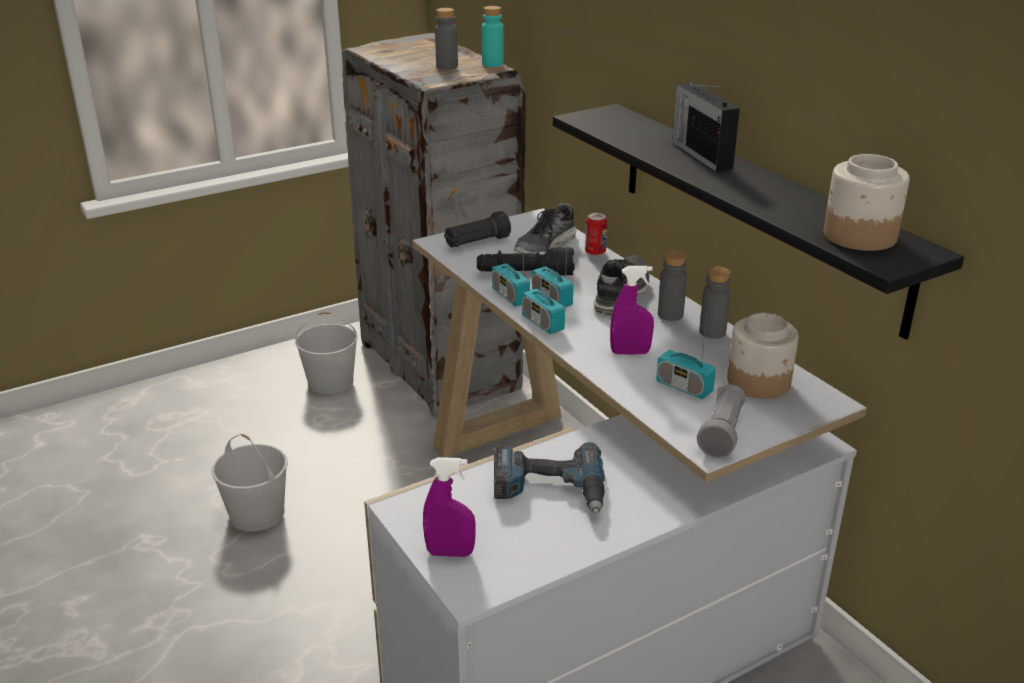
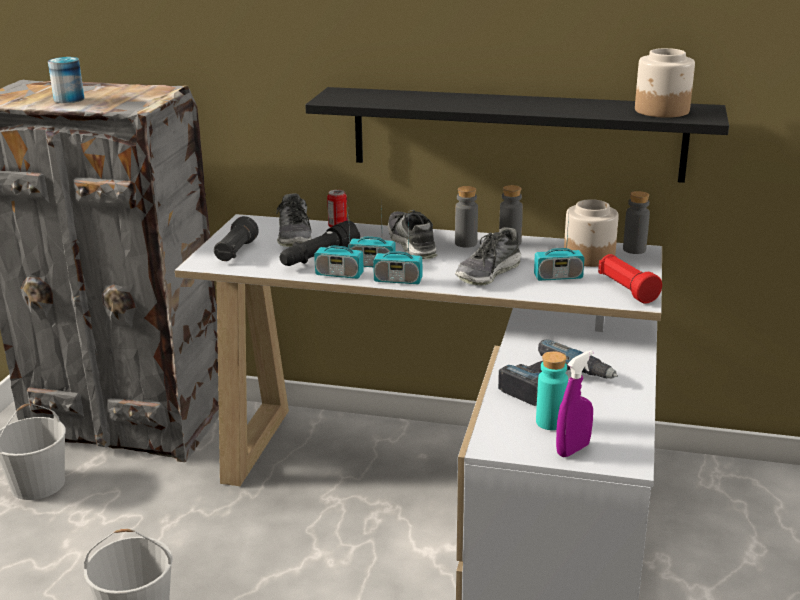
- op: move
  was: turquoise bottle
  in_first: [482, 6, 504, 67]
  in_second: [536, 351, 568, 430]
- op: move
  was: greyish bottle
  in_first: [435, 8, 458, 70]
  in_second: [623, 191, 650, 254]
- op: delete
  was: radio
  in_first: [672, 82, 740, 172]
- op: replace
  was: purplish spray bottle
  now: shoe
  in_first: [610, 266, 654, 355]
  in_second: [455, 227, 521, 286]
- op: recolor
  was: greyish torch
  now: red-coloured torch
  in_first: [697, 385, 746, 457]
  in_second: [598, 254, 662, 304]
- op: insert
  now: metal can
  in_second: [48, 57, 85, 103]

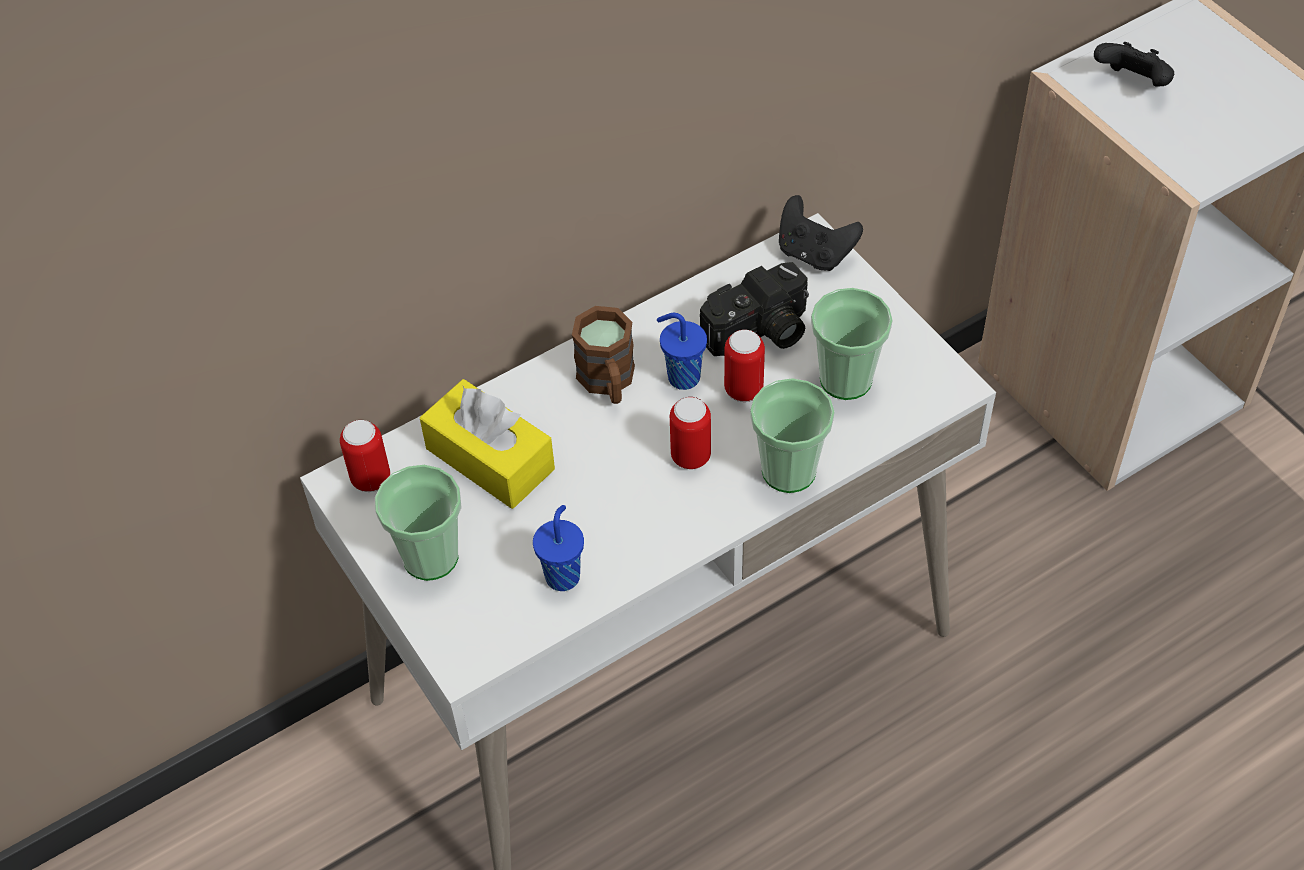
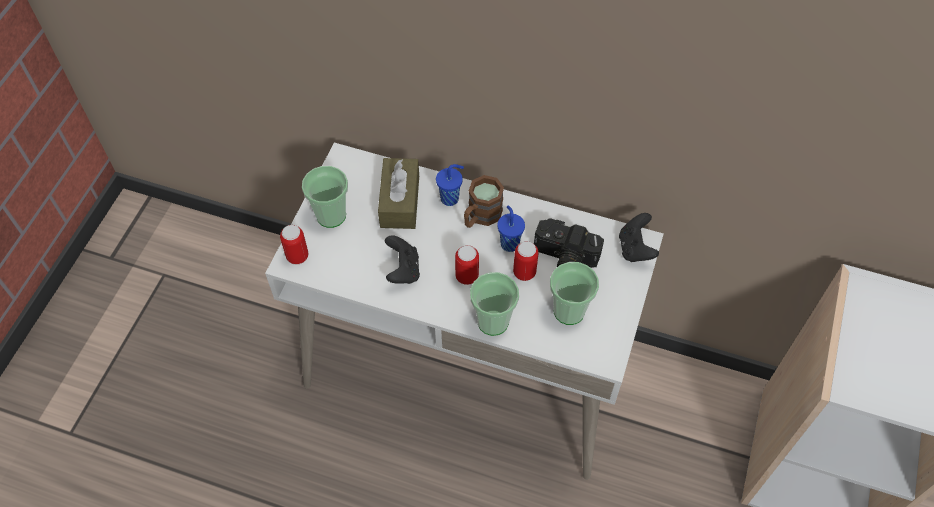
- op: move
  was: black-coloured game controller
  in_first: [1094, 42, 1174, 87]
  in_second: [385, 235, 420, 284]
- op: recolor
  was: yellow-coloured tissue holder
  now: brownish tissue holder
  in_first: [420, 379, 555, 509]
  in_second: [378, 158, 419, 229]
- op: move
  was: metal can
  in_first: [340, 420, 390, 492]
  in_second: [280, 225, 308, 265]
- op: move
  was: blue-coloured small cup
  in_first: [533, 505, 584, 591]
  in_second: [436, 164, 464, 206]

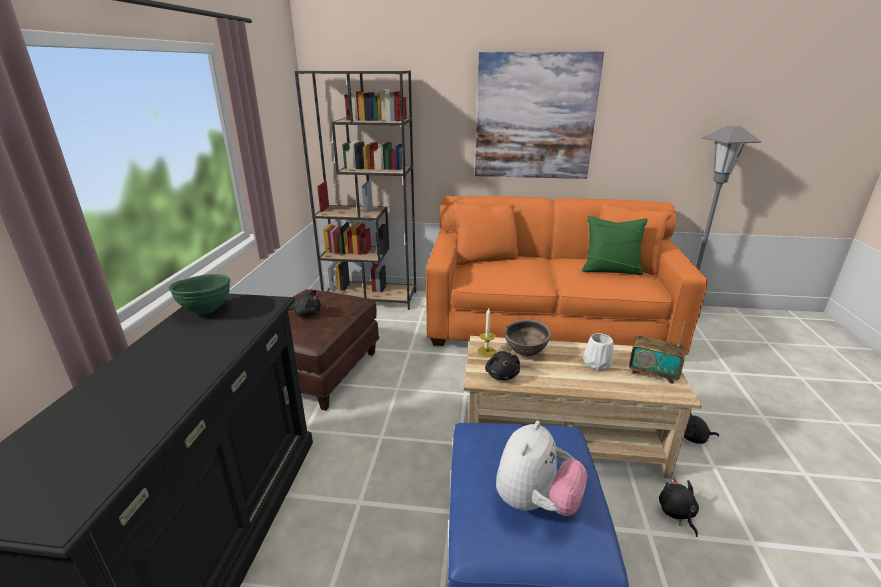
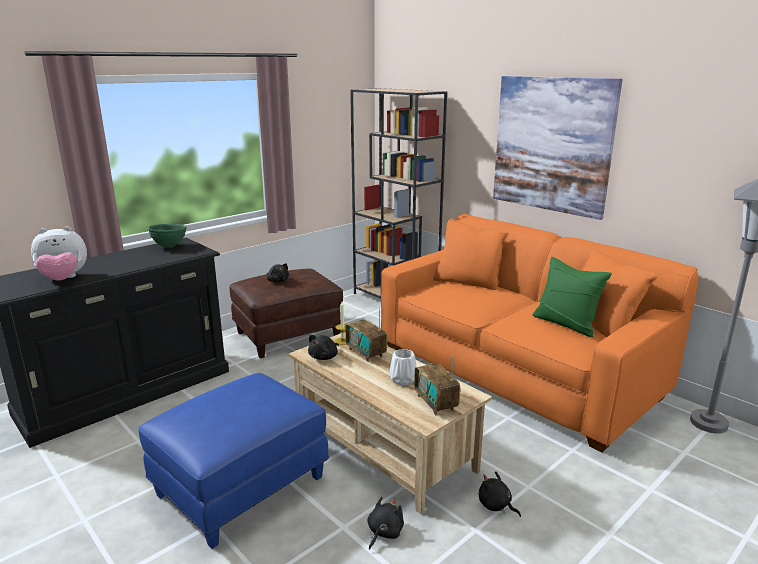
- op: replace
  was: brownish deep dish
  now: radio
  in_first: [504, 319, 551, 356]
  in_second: [346, 309, 387, 362]
- op: move
  was: plush toy
  in_first: [496, 421, 587, 516]
  in_second: [31, 226, 87, 280]

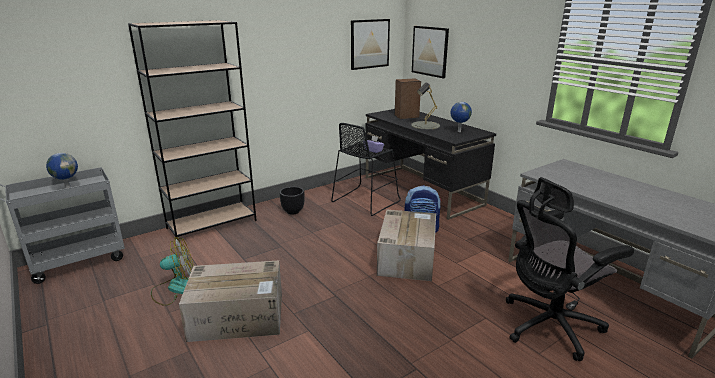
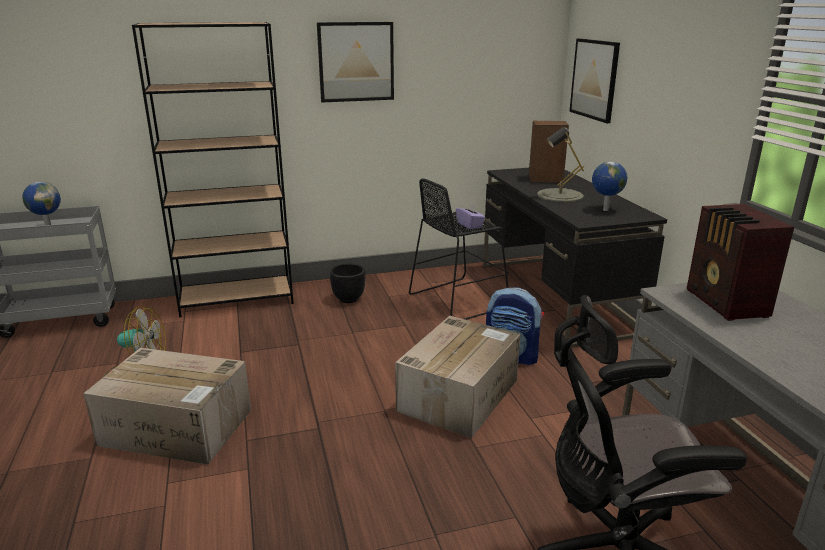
- op: move
  was: wall picture
  in_first: [351, 19, 390, 70]
  in_second: [317, 22, 394, 102]
- op: insert
  now: radio
  in_second: [687, 204, 794, 321]

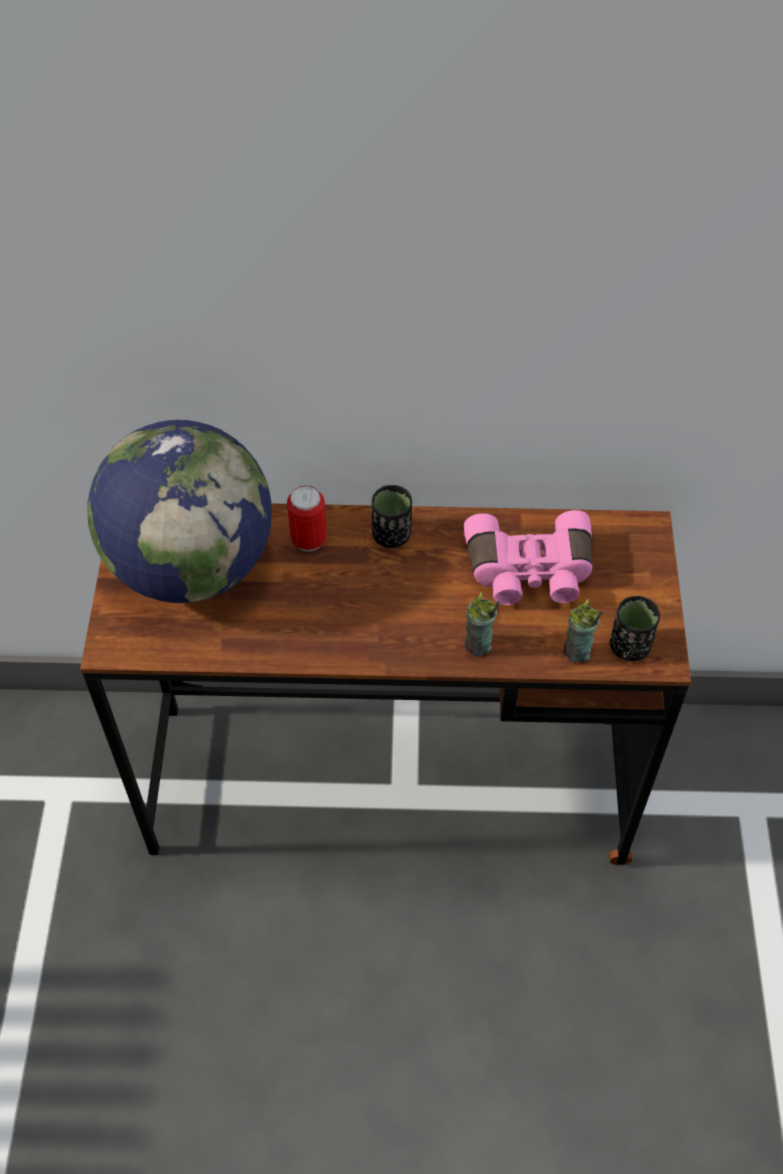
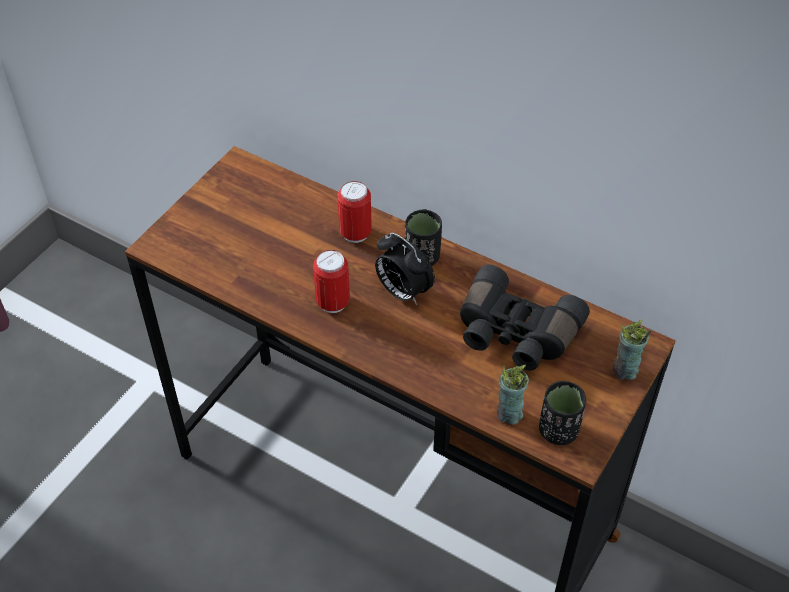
- op: delete
  was: world globe
  in_first: [87, 420, 272, 603]
- op: recolor
  was: pink-coloured field glasses
  now: black-coloured field glasses
  in_first: [464, 510, 592, 605]
  in_second: [460, 264, 590, 371]
- op: move
  was: small cup
  in_first: [465, 592, 500, 656]
  in_second: [613, 320, 652, 380]
- op: insert
  now: alarm clock
  in_second: [375, 233, 435, 305]
- op: insert
  now: metal can
  in_second: [313, 250, 350, 313]

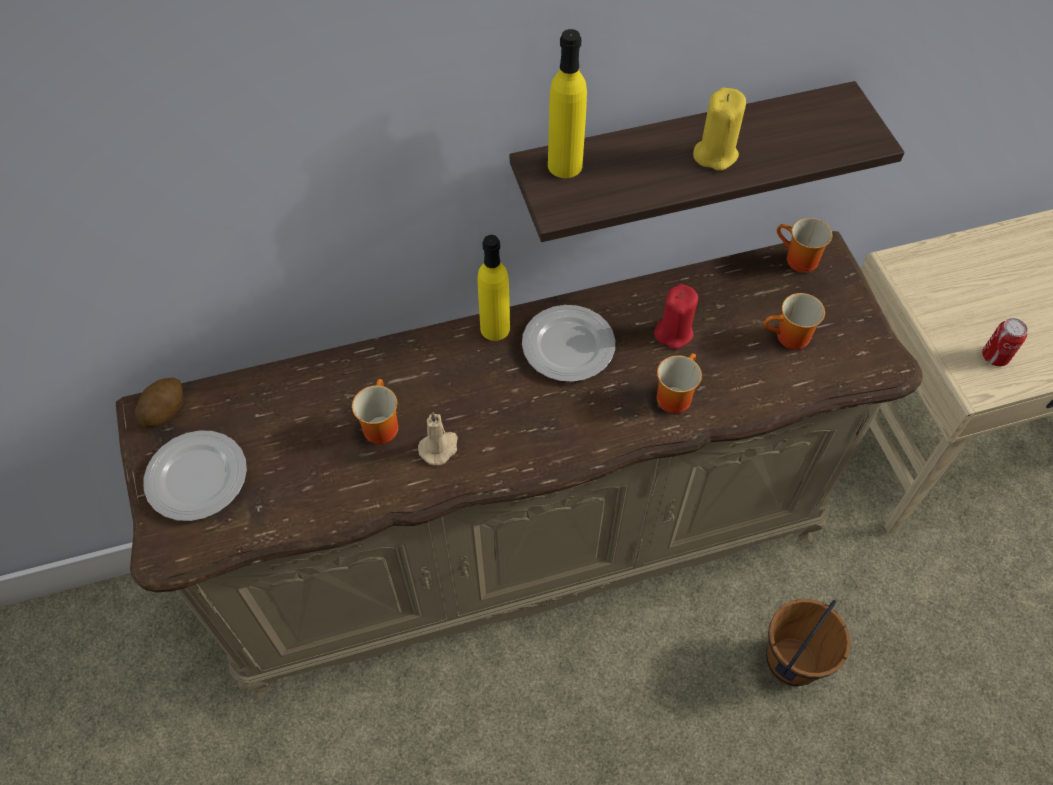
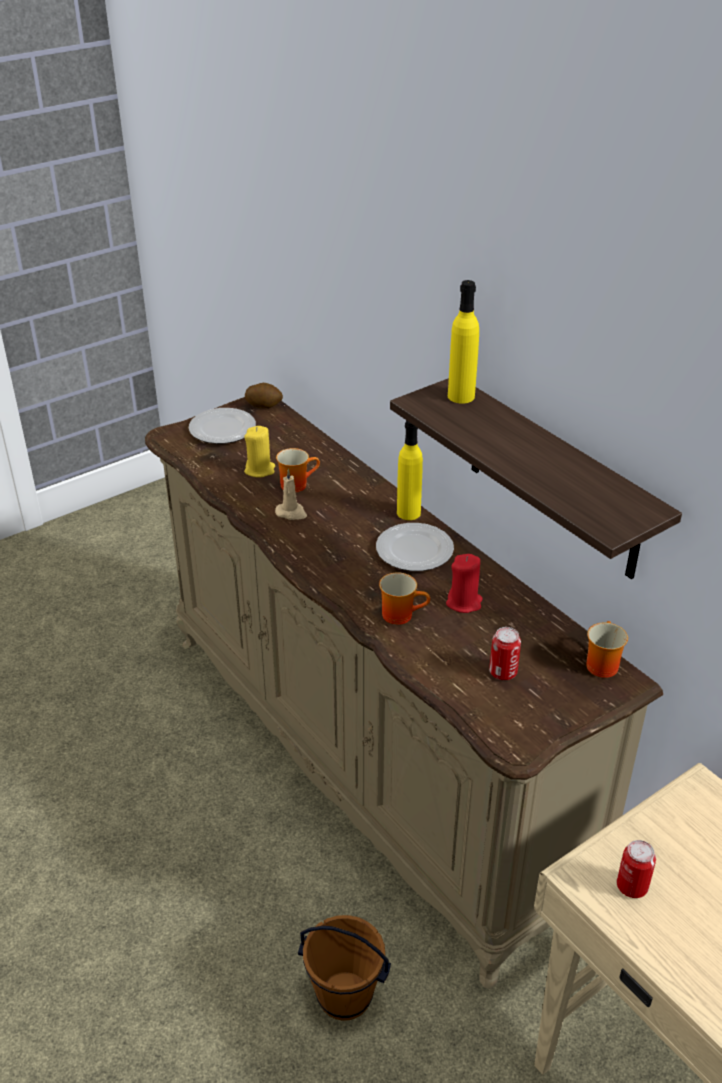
- op: move
  was: yellow-coloured wax candle
  in_first: [693, 88, 746, 171]
  in_second: [244, 426, 275, 478]
- op: replace
  was: coffee mug
  now: metal can
  in_first: [764, 293, 825, 350]
  in_second: [489, 627, 521, 680]

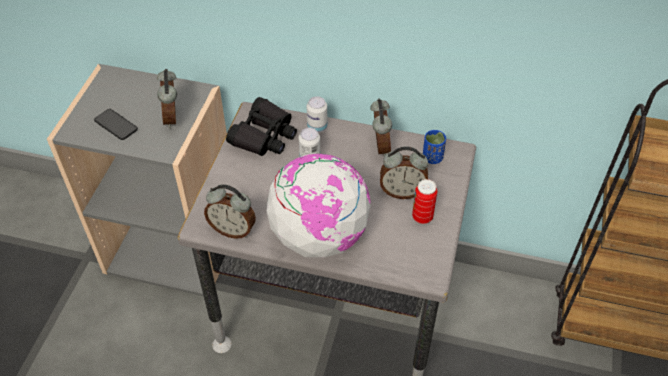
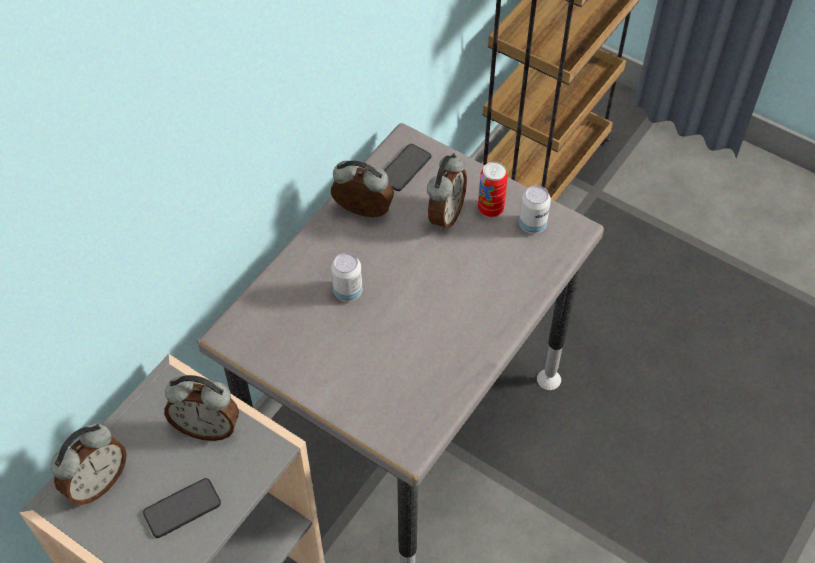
- op: move
  was: metal can
  in_first: [307, 96, 327, 133]
  in_second: [519, 185, 551, 234]
- op: delete
  was: black-coloured field glasses
  in_first: [226, 97, 297, 156]
- op: replace
  was: blue-coloured small cup
  now: phone
  in_first: [423, 130, 446, 164]
  in_second: [384, 144, 431, 191]
- op: delete
  was: world globe
  in_first: [267, 154, 370, 258]
- op: move
  was: alarm clock
  in_first: [204, 184, 256, 239]
  in_second: [50, 423, 127, 505]

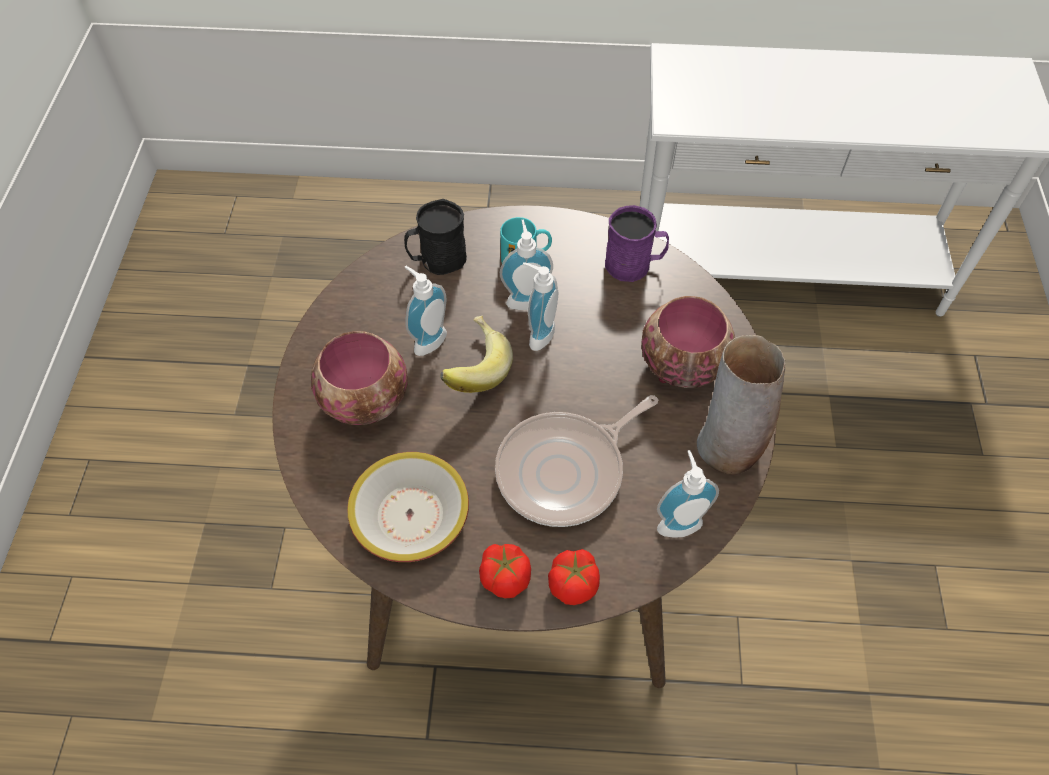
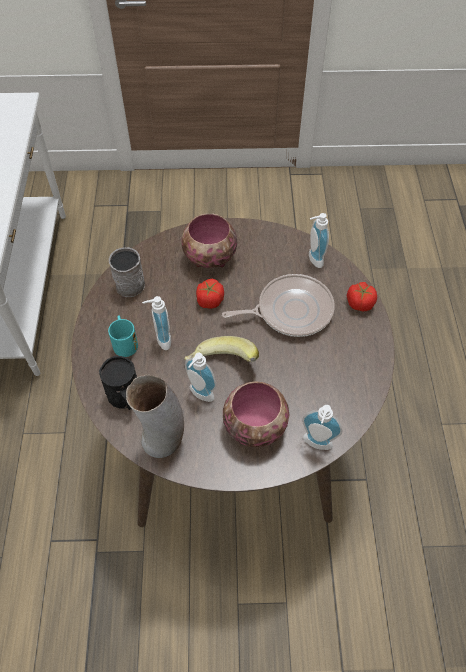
- op: recolor
  was: purplish coffee mug
  now: greyish coffee mug
  in_first: [605, 205, 669, 282]
  in_second: [109, 247, 145, 297]
- op: move
  was: soap bottle
  in_first: [523, 262, 558, 351]
  in_second: [302, 405, 342, 450]
- op: move
  was: flower vase
  in_first: [697, 335, 785, 475]
  in_second: [126, 375, 184, 458]
- op: rotate
  was: pan
  in_first: [495, 395, 658, 527]
  in_second: [222, 274, 335, 337]
  clockwise: -60
- op: delete
  was: deep dish
  in_first: [347, 452, 469, 562]
- op: move
  was: fresh tomato
  in_first: [479, 544, 531, 598]
  in_second: [196, 279, 224, 309]

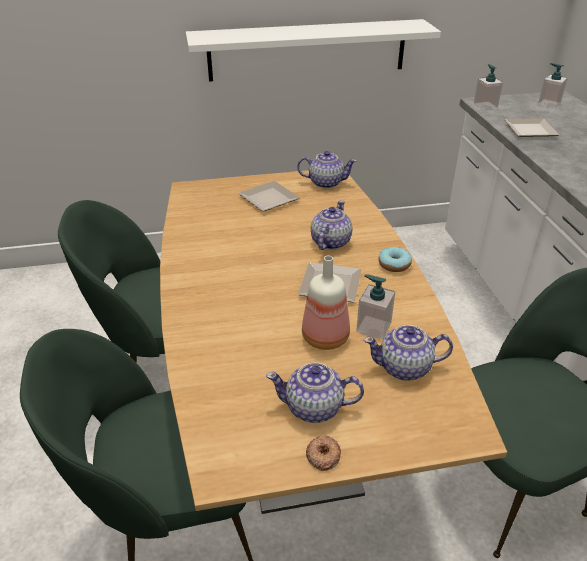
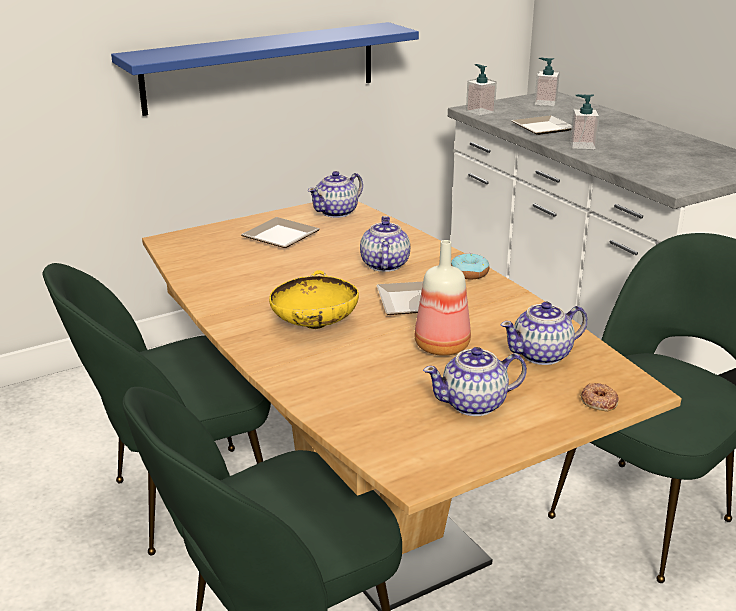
- op: recolor
  was: white bracket shelf
  now: blue-coloured bracket shelf
  in_first: [186, 19, 441, 82]
  in_second: [111, 22, 419, 116]
- op: rotate
  was: tea pot
  in_first: [297, 151, 357, 189]
  in_second: [308, 171, 363, 218]
  clockwise: 150
- op: move
  was: soap bottle
  in_first: [356, 274, 395, 340]
  in_second: [570, 94, 600, 149]
- op: move
  was: ring doughnut
  in_first: [306, 435, 341, 471]
  in_second: [580, 383, 619, 411]
- op: insert
  now: yellow-coloured deep dish
  in_second: [269, 270, 359, 329]

